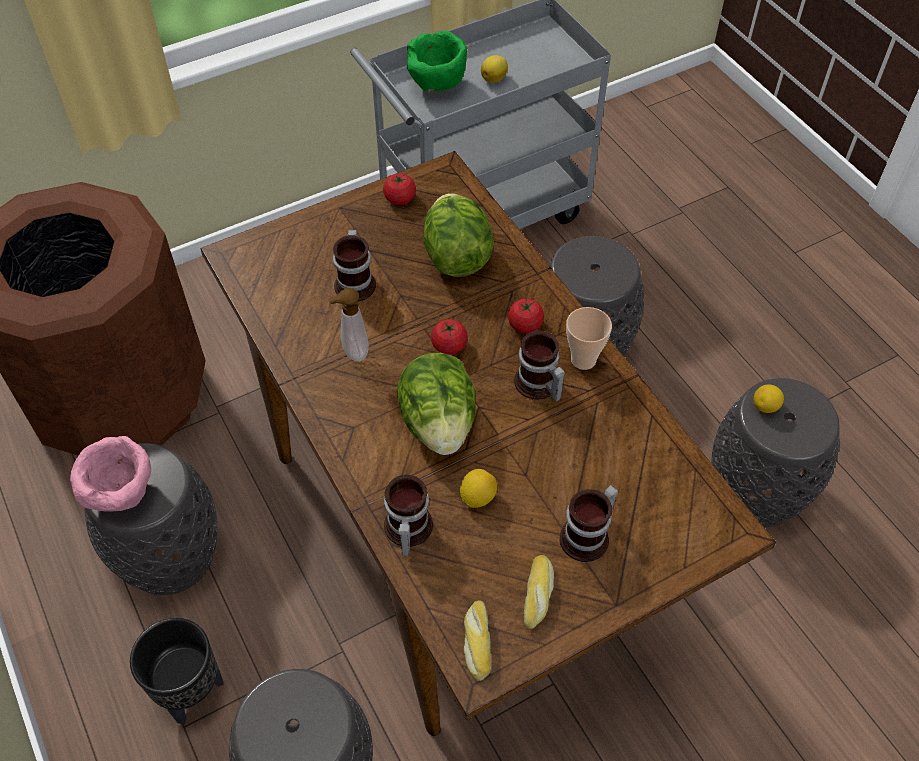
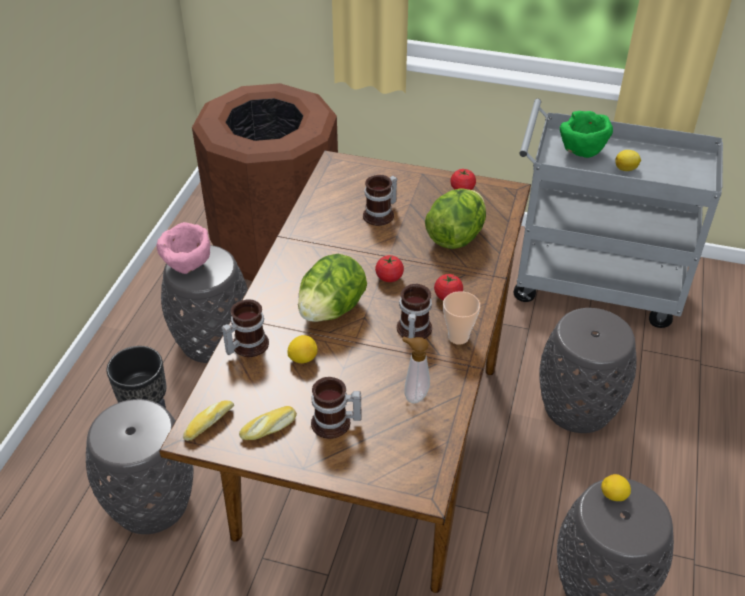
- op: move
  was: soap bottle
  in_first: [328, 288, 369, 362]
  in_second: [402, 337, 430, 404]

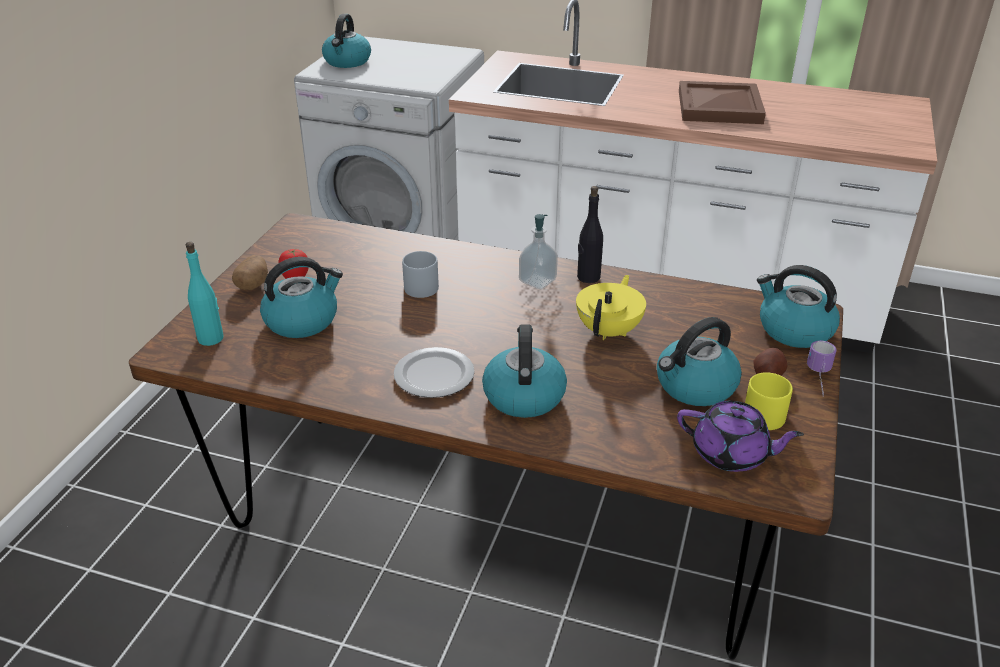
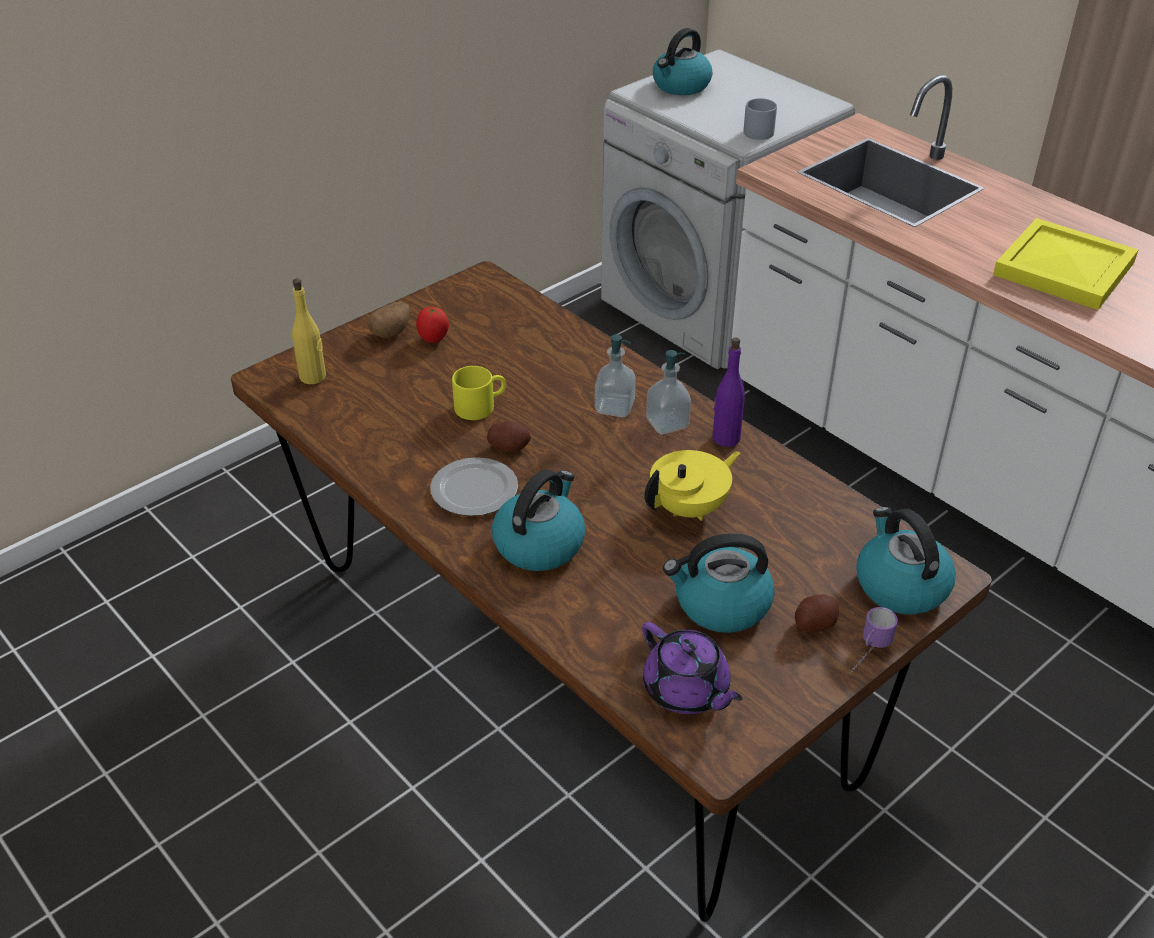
- op: recolor
  was: brownish serving tray
  now: yellow-coloured serving tray
  in_first: [679, 81, 766, 124]
  in_second: [993, 218, 1139, 310]
- op: recolor
  was: black-coloured bottle
  now: purplish bottle
  in_first: [577, 186, 603, 283]
  in_second: [713, 337, 745, 447]
- op: recolor
  was: turquoise bottle
  now: yellow-coloured bottle
  in_first: [186, 242, 223, 346]
  in_second: [292, 278, 326, 384]
- op: move
  was: greyish coffee mug
  in_first: [402, 251, 439, 298]
  in_second: [743, 98, 777, 140]
- op: delete
  was: water kettle
  in_first: [260, 257, 343, 338]
- op: move
  was: yellow-coloured coffee mug
  in_first: [745, 372, 793, 430]
  in_second: [452, 366, 506, 420]
- op: insert
  now: soap bottle
  in_second: [595, 334, 636, 417]
- op: insert
  now: potato
  in_second: [487, 421, 531, 452]

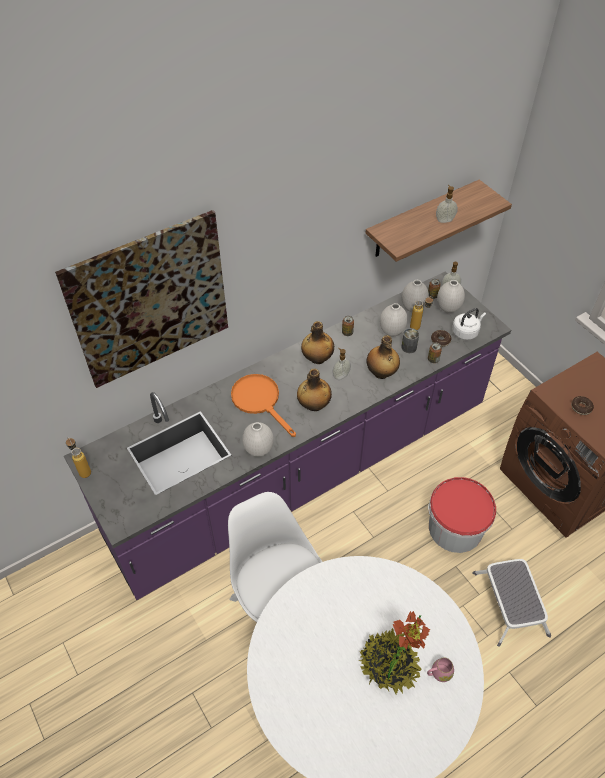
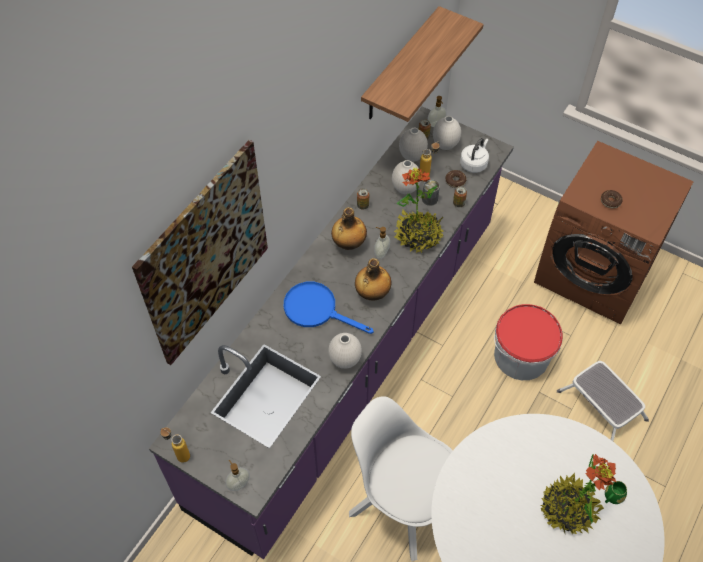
- op: move
  was: soap bottle
  in_first: [436, 185, 458, 223]
  in_second: [225, 460, 250, 491]
- op: replace
  was: bottle
  now: potted plant
  in_first: [367, 335, 400, 379]
  in_second: [394, 168, 443, 253]
- op: recolor
  was: orangey pan
  now: blue-coloured pan
  in_first: [231, 374, 296, 437]
  in_second: [284, 282, 374, 334]
- op: recolor
  was: pink-coloured coffee mug
  now: greenish coffee mug
  in_first: [427, 657, 454, 682]
  in_second: [605, 481, 627, 504]

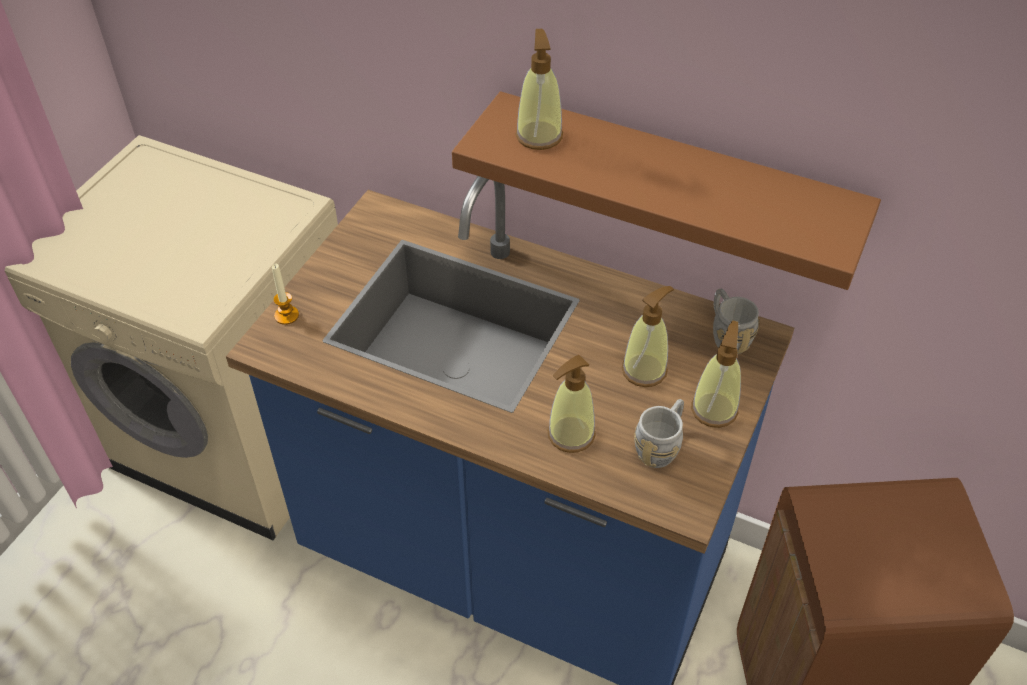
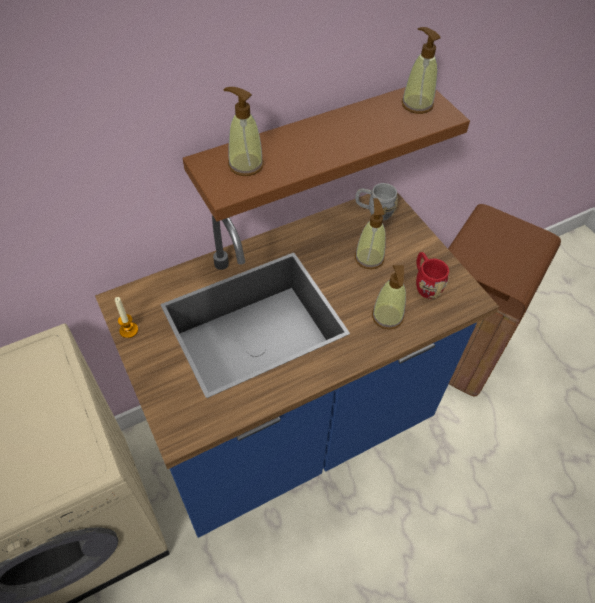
- op: move
  was: wax candle
  in_first: [272, 264, 299, 325]
  in_second: [115, 297, 138, 338]
- op: move
  was: soap bottle
  in_first: [691, 320, 741, 428]
  in_second: [402, 27, 441, 114]
- op: recolor
  was: greyish coffee mug
  now: red-coloured coffee mug
  in_first: [634, 399, 684, 468]
  in_second: [416, 252, 449, 299]

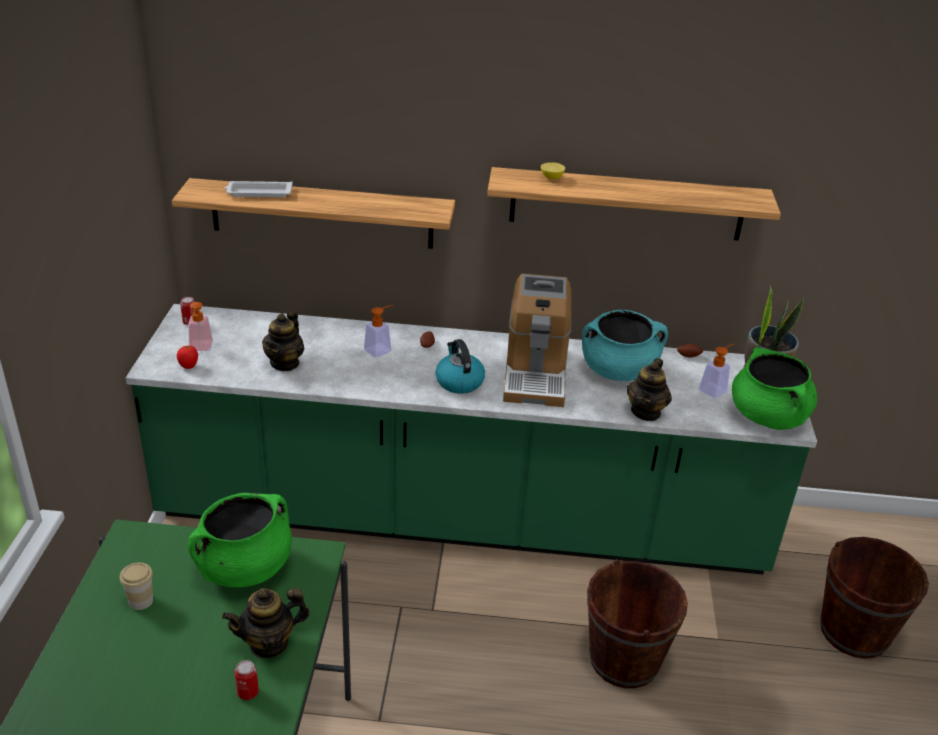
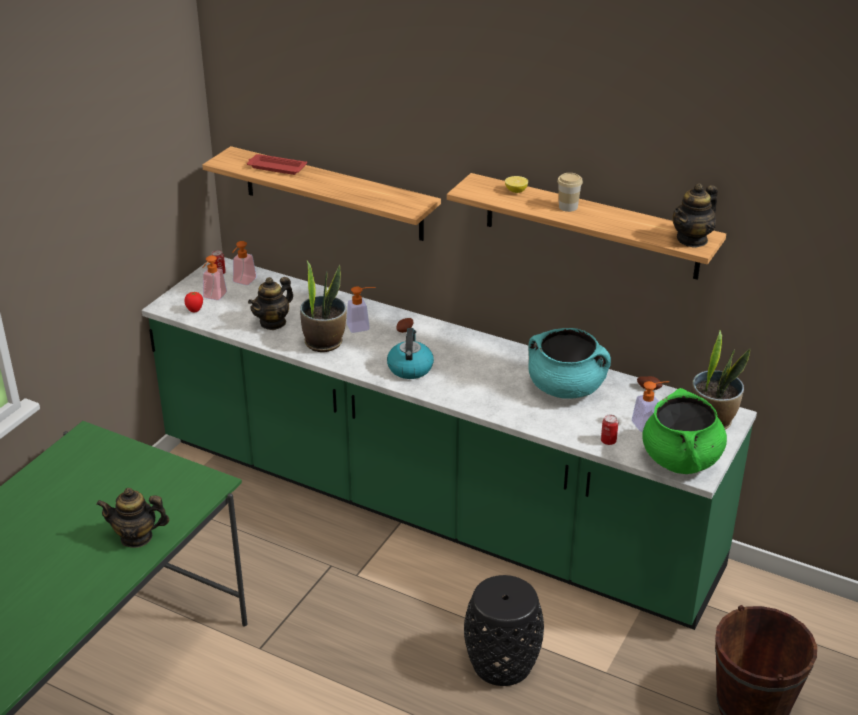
- op: recolor
  was: white serving tray
  now: red-coloured serving tray
  in_first: [225, 181, 293, 197]
  in_second: [247, 154, 307, 175]
- op: delete
  was: coffee machine
  in_first: [503, 274, 571, 407]
- op: move
  was: tea pot
  in_first: [627, 358, 672, 421]
  in_second: [673, 183, 718, 248]
- op: delete
  was: greenish cooking pot
  in_first: [188, 493, 292, 587]
- op: replace
  was: brownish water bucket
  now: black-coloured stool seat
  in_first: [587, 559, 688, 688]
  in_second: [464, 575, 544, 686]
- op: move
  was: small cup
  in_first: [120, 563, 153, 610]
  in_second: [557, 173, 583, 212]
- op: move
  was: metal can
  in_first: [235, 660, 259, 700]
  in_second: [601, 415, 618, 445]
- op: insert
  now: soap bottle
  in_second: [232, 241, 257, 285]
- op: insert
  now: potted plant
  in_second: [300, 261, 347, 352]

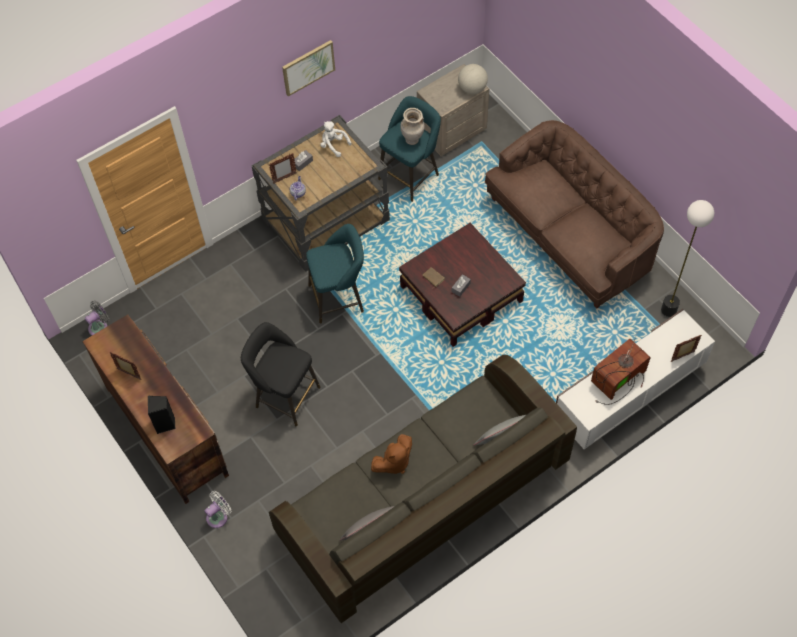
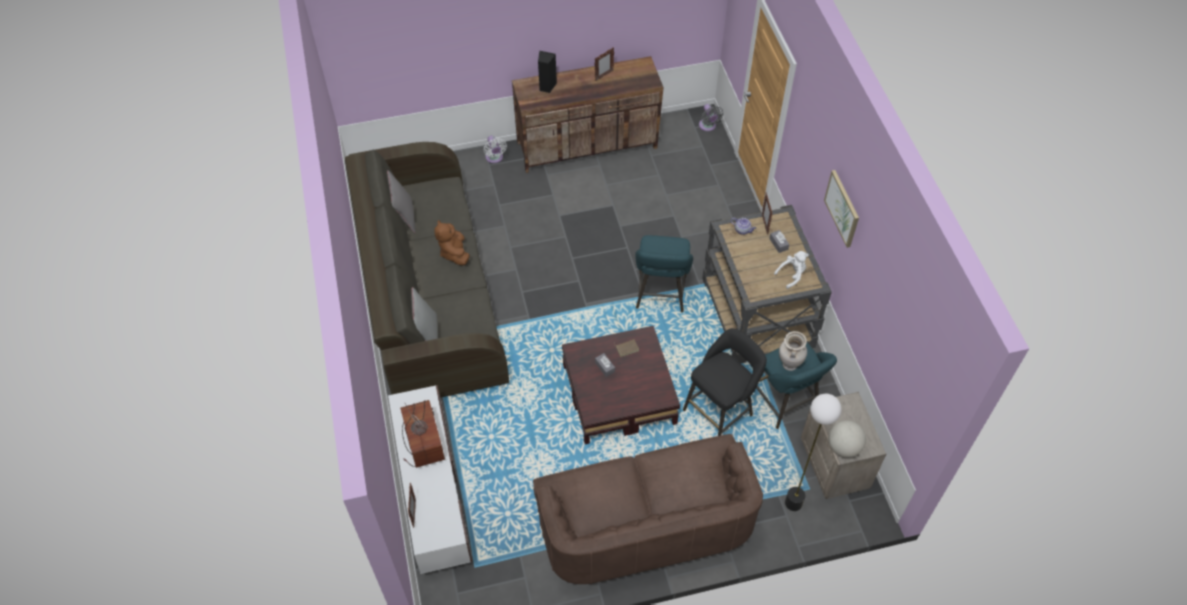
- op: move
  was: standard lamp
  in_first: [661, 200, 714, 317]
  in_second: [785, 394, 842, 511]
- op: move
  was: black-coloured stool seat
  in_first: [241, 322, 320, 426]
  in_second: [683, 328, 767, 436]

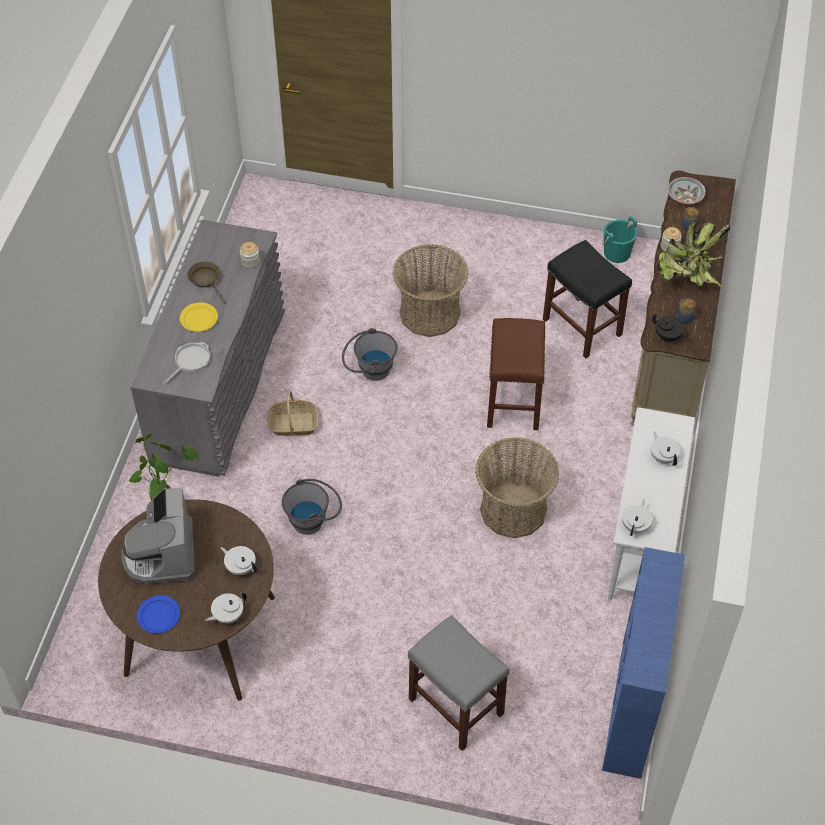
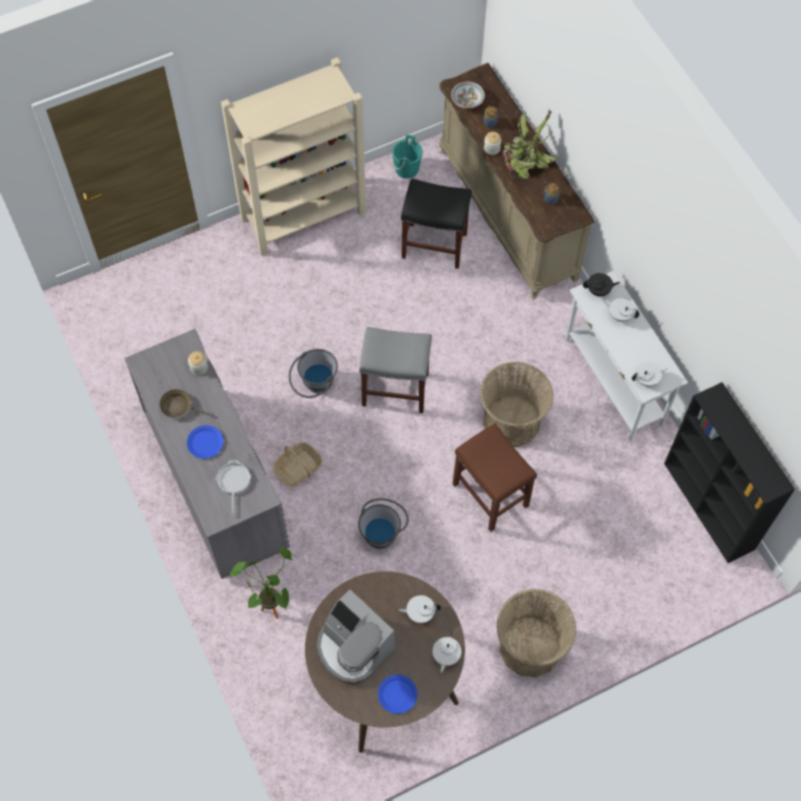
- op: move
  was: basket
  in_first: [392, 244, 468, 337]
  in_second: [497, 589, 576, 677]
- op: recolor
  was: yellow-coloured dinner plate
  now: blue-coloured dinner plate
  in_first: [180, 302, 218, 332]
  in_second: [187, 425, 224, 459]
- op: move
  was: black-coloured tea pot
  in_first: [652, 313, 690, 341]
  in_second: [583, 273, 620, 297]
- op: move
  was: brownish stool seat
  in_first: [487, 318, 545, 430]
  in_second: [453, 424, 537, 532]
- op: rotate
  was: white tea pot
  in_first: [622, 499, 653, 536]
  in_second: [632, 362, 668, 387]
  clockwise: 90
- op: recolor
  was: blue-coloured bookshelf
  now: black-coloured bookshelf
  in_first: [602, 547, 685, 779]
  in_second: [664, 382, 795, 563]
- op: move
  was: greyish stool seat
  in_first: [408, 615, 510, 751]
  in_second: [359, 327, 432, 413]
- op: insert
  now: sand-coloured bookshelf
  in_second: [221, 57, 366, 256]

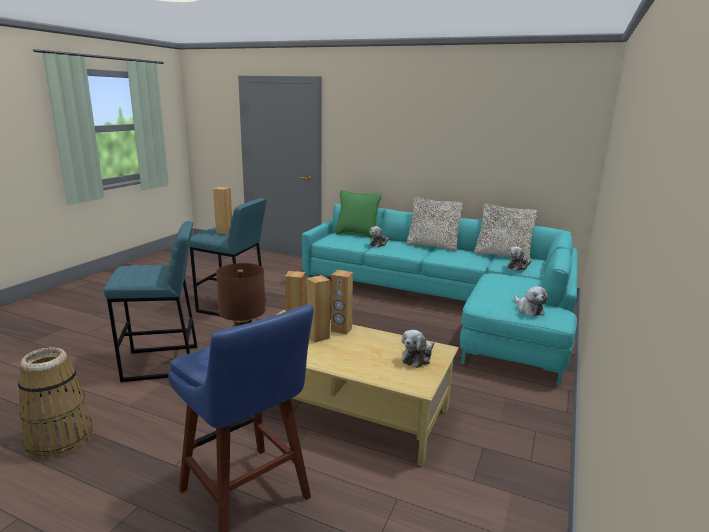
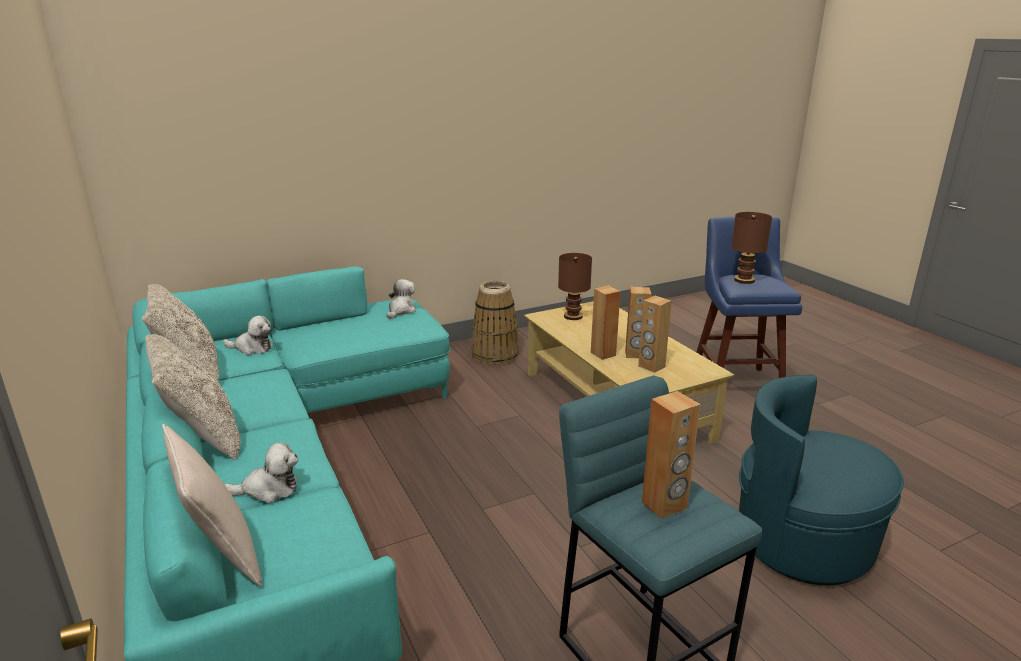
- op: recolor
  was: greenish pillow
  now: sand-coloured pillow
  in_first: [335, 190, 382, 238]
  in_second: [162, 424, 262, 587]
- op: replace
  was: turquoise stool seat
  now: turquoise armchair
  in_first: [104, 221, 197, 382]
  in_second: [739, 375, 904, 585]
- op: replace
  was: plush toy
  now: brownish tabletop lamp
  in_first: [402, 330, 434, 368]
  in_second: [558, 253, 592, 320]
- op: move
  was: basket
  in_first: [18, 347, 93, 460]
  in_second: [472, 280, 519, 366]

